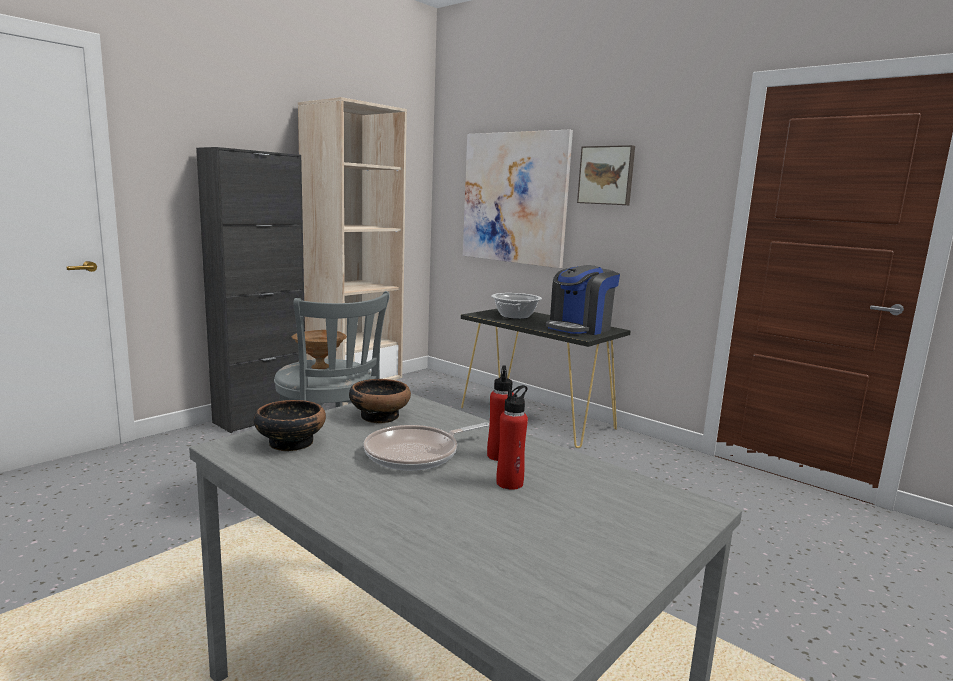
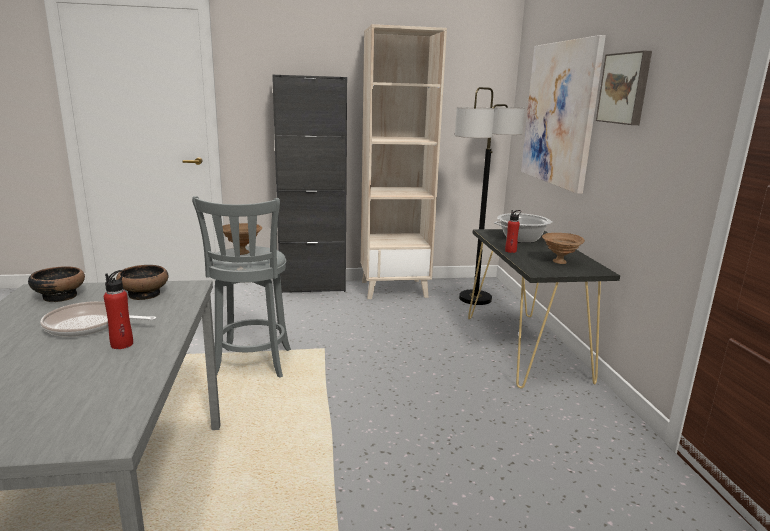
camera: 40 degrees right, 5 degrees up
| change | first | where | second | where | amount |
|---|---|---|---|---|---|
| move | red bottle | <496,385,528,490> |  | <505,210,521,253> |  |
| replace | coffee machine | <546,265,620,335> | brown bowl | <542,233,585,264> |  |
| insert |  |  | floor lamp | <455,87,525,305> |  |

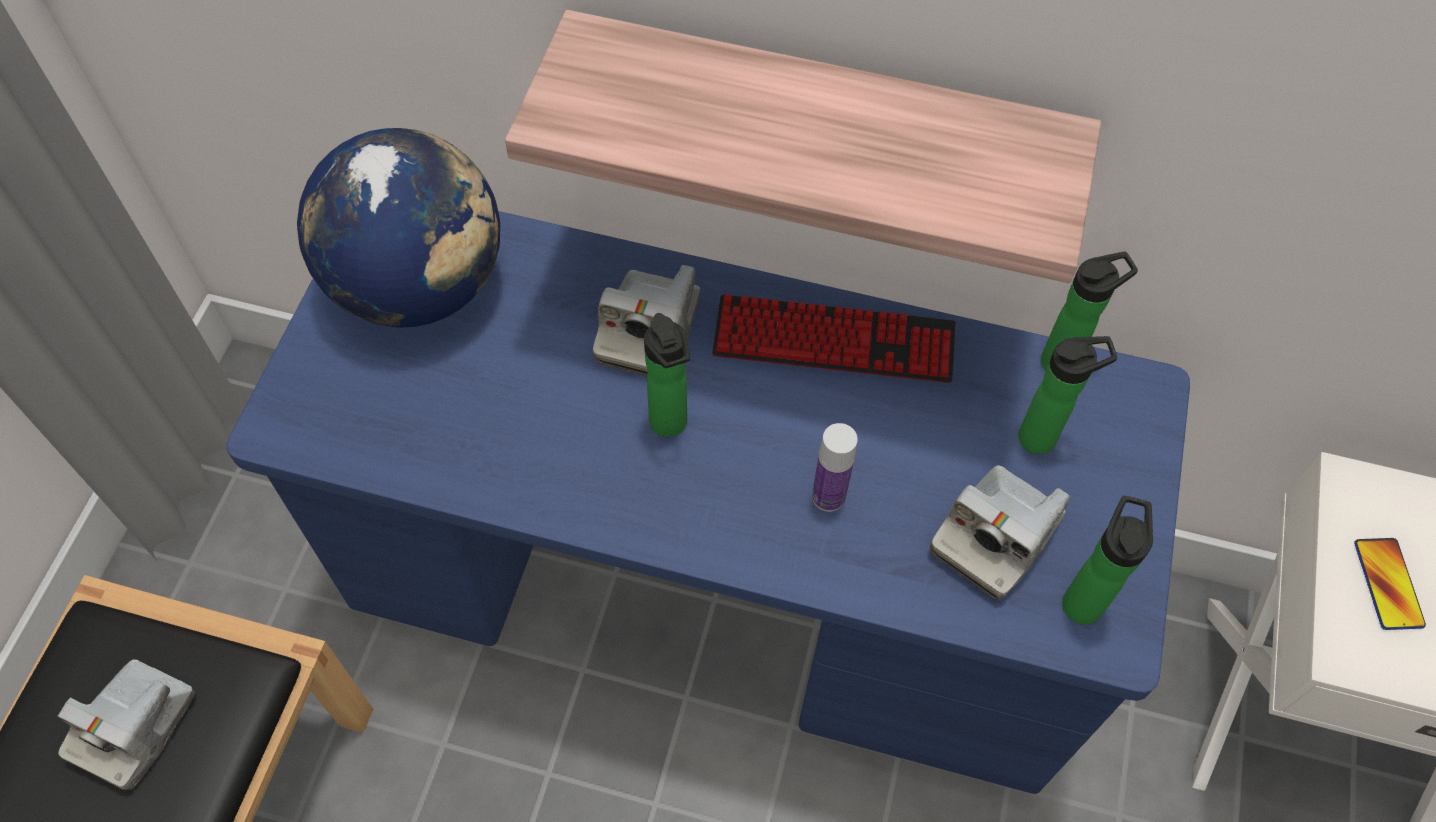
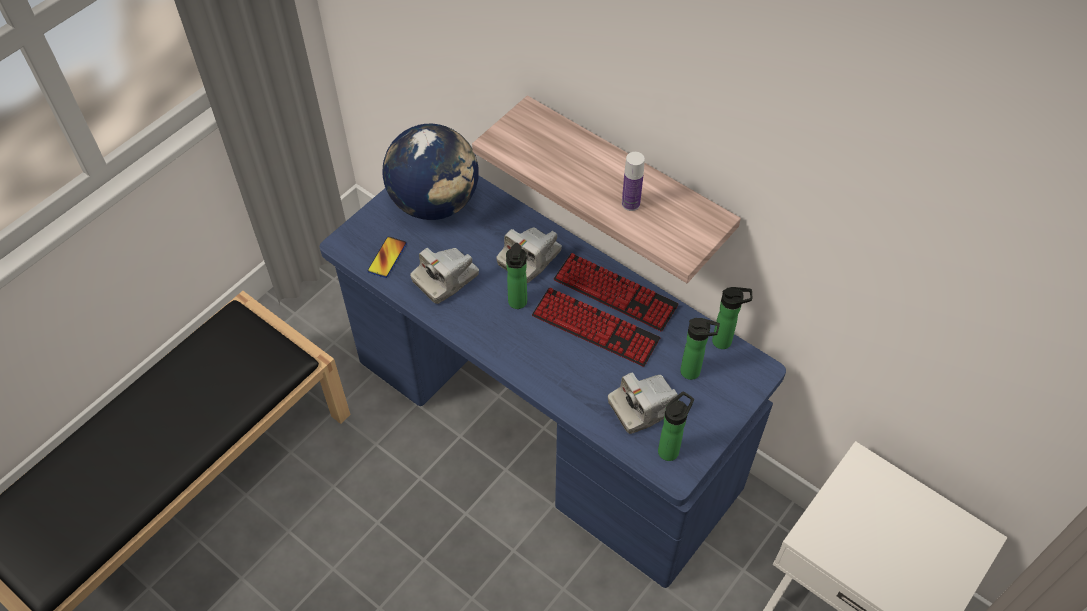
camera: 25 degrees right, 5 degrees down
| change | first | where | second | where | amount |
|---|---|---|---|---|---|
| move | photo camera | <58,659,195,790> |  | <410,248,479,304> |  |
| move | bottle | <812,423,858,512> |  | <622,152,645,211> |  |
| move | phone | <1354,538,1426,630> |  | <368,236,407,278> |  |
| insert |  |  | keyboard | <532,288,660,367> |  |

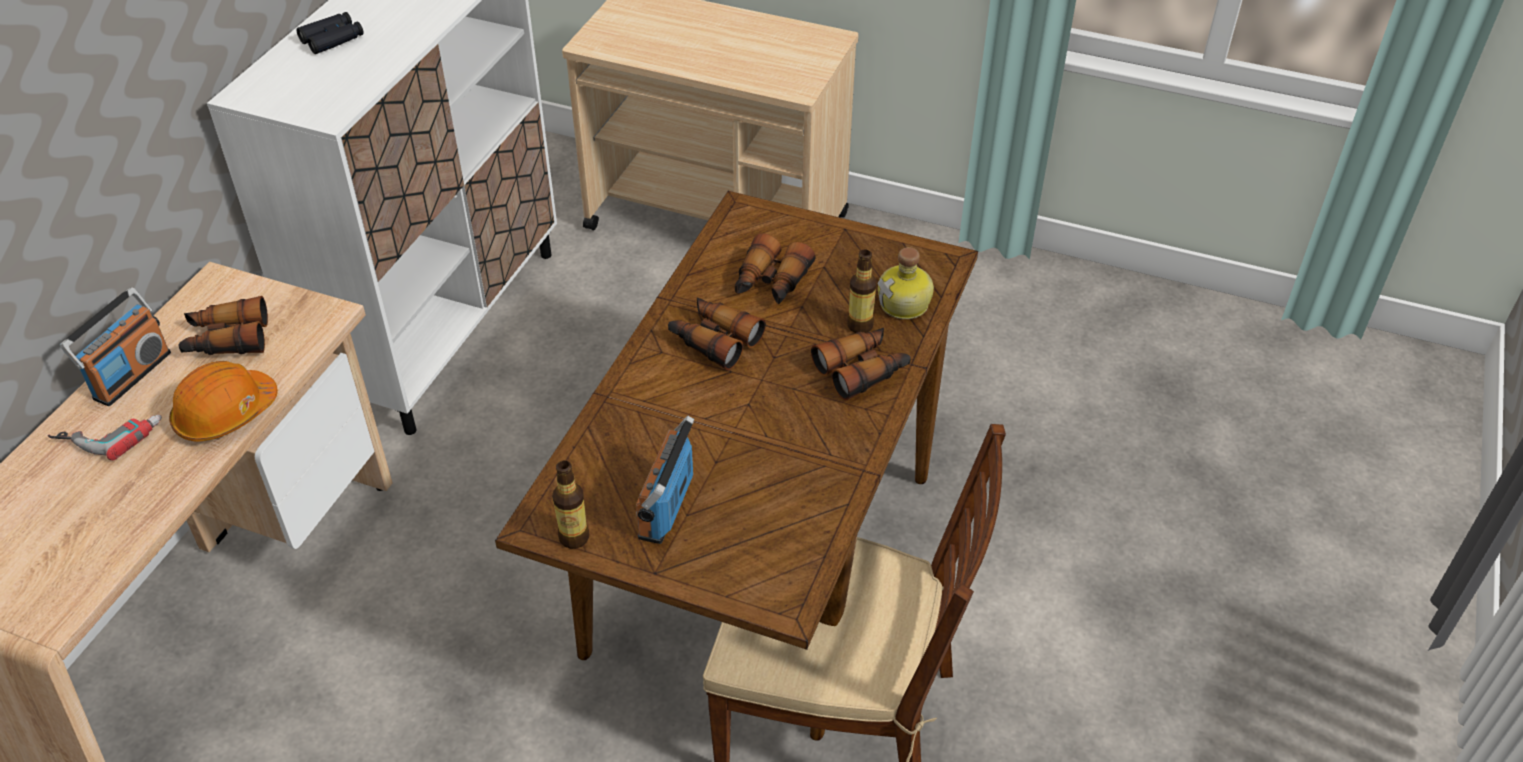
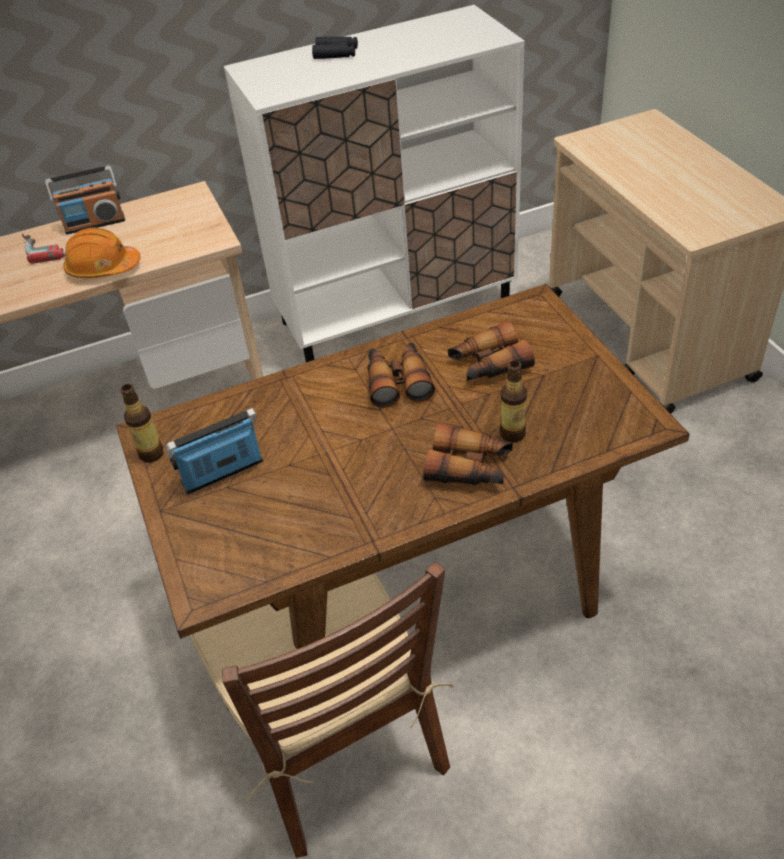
camera: 50 degrees right, 0 degrees up
| change | first | where | second | where | amount |
|---|---|---|---|---|---|
| delete | binoculars | <178,296,268,355> |  |  |  |
| delete | bottle | <878,247,934,319> |  |  |  |

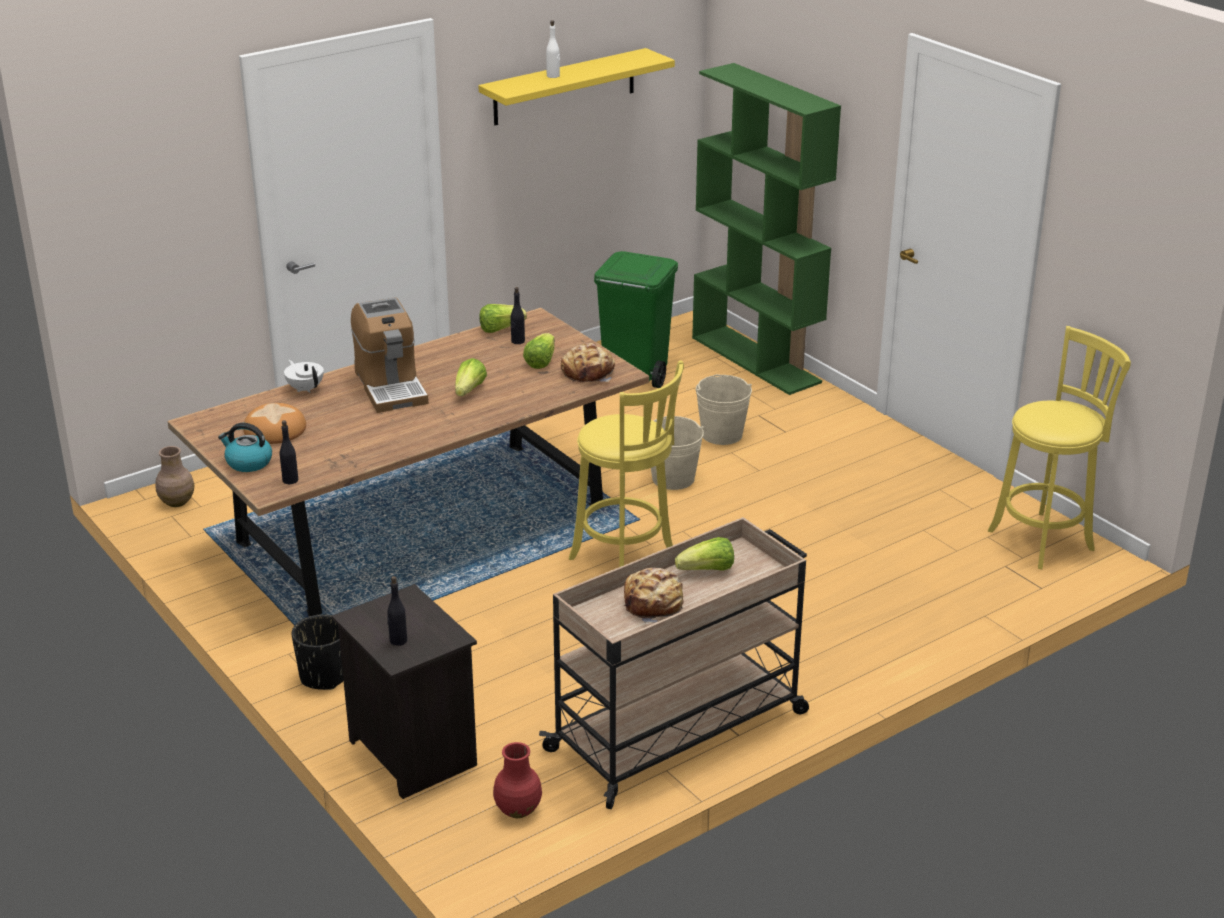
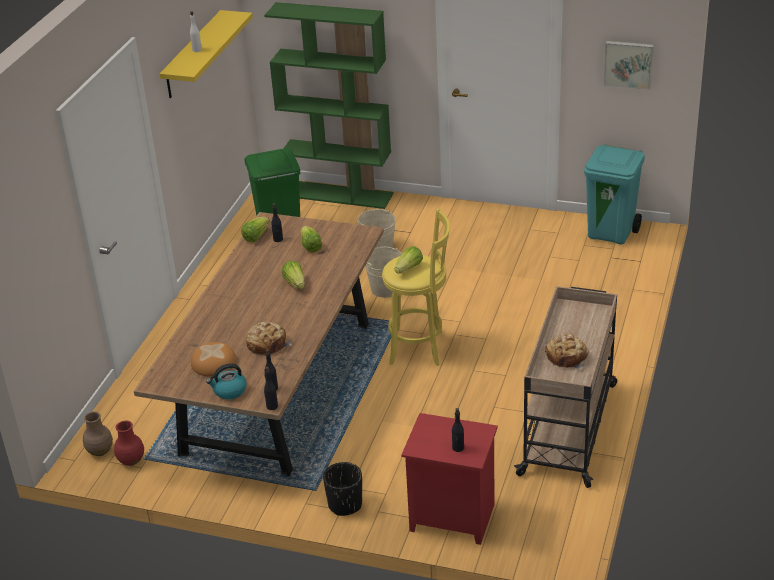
camera: 35 degrees left, 5 degrees up
| change | first | where | second | where | amount |
|---|---|---|---|---|---|
| delete | white teapot | <284,360,324,393> |  |  |  |
| recolor | black nightstand | <332,584,477,799> | red nightstand | <401,413,498,545> |  |
| delete | coffee machine | <351,297,429,413> |  |  |  |
| move | red vase | <493,742,542,818> |  | <114,421,144,466> |  |
| move | bread | <561,343,615,382> |  | <246,321,291,356> |  |
| move | lettuce | <675,537,734,571> |  | <395,246,423,274> |  |
| replace | yellow stool | <988,326,1131,569> | turquoise trash can | <584,144,645,244> |  |
| insert |  |  | black bottle | <264,367,278,410> |  |
| insert |  |  | picture | <603,41,654,90> |  |

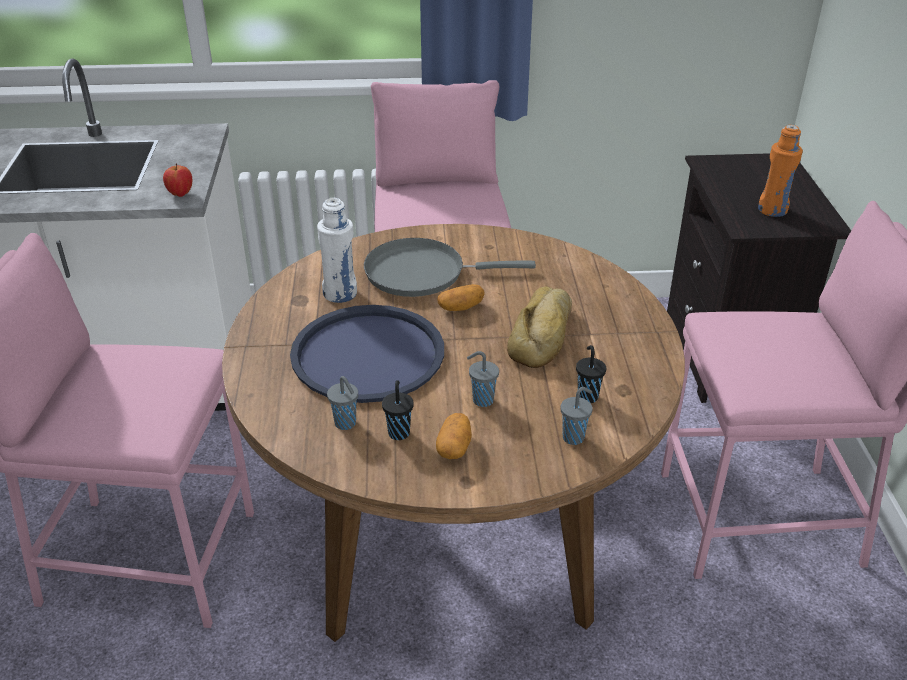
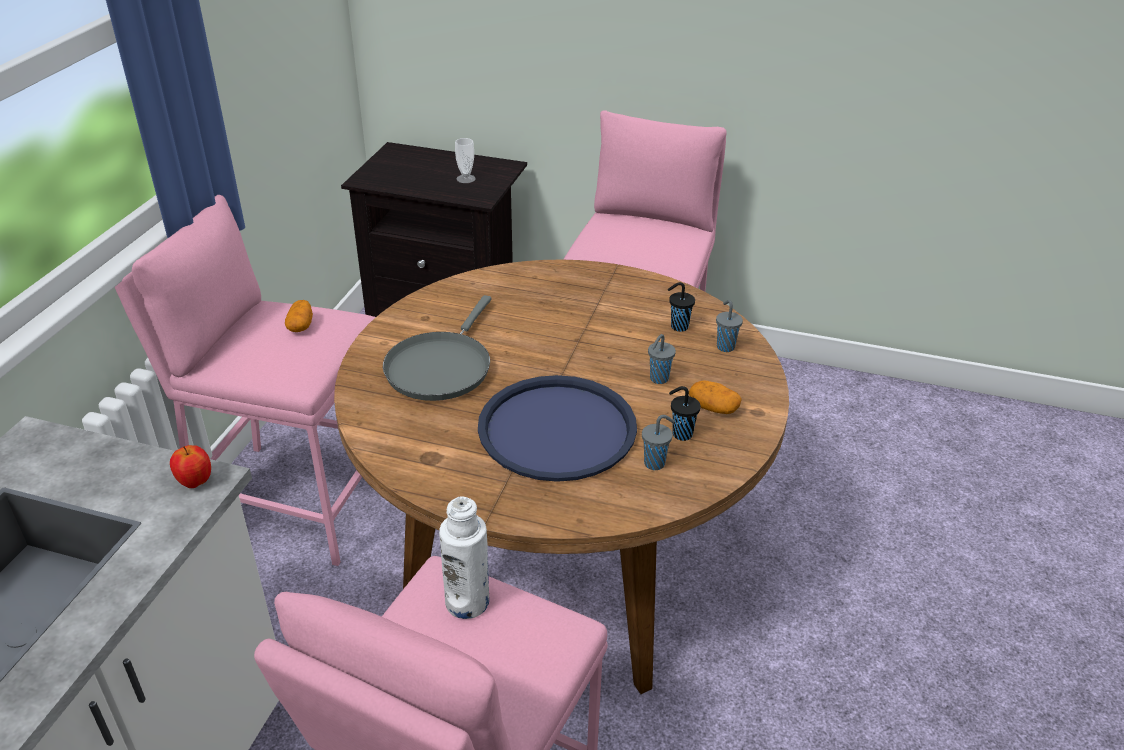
camera: 70 degrees left, 0 degrees up
| change | first | where | second | where | amount |
|---|---|---|---|---|---|
| move | white bottle | <317,198,357,303> |  | <439,496,489,619> |  |
| move | potato | <437,284,485,311> |  | <285,300,313,332> |  |
| delete | bread | <507,286,572,368> |  |  |  |
| replace | orange bottle | <758,125,803,217> | cup | <455,138,476,183> |  |

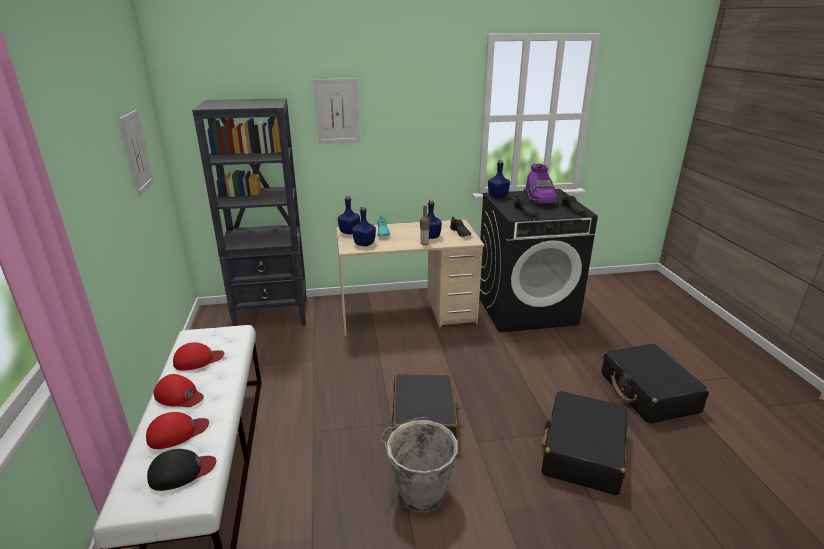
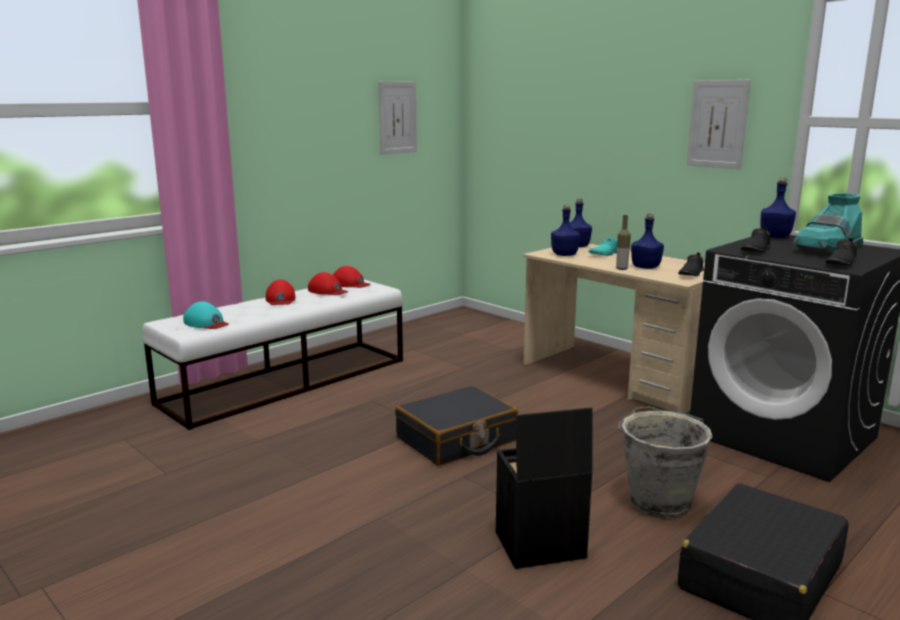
camera: 55 degrees right, 10 degrees down
| change | first | where | second | where | amount |
|---|---|---|---|---|---|
| move | red cap | <146,412,209,449> |  | <333,266,371,288> |  |
| recolor | black cap | <147,449,216,491> | turquoise cap | <183,301,229,329> |  |
| delete | black bookcase | <192,98,307,326> |  |  |  |
| move | picture | <313,78,360,144> |  | <687,80,751,169> |  |
| move | grey bucket | <380,417,458,513> |  | <618,406,713,519> |  |
| recolor | purple boot | <524,164,557,204> | turquoise boot | <793,193,863,253> |  |
| replace | black suitcase | <542,391,627,495> | black storage box | <496,407,593,569> |  |

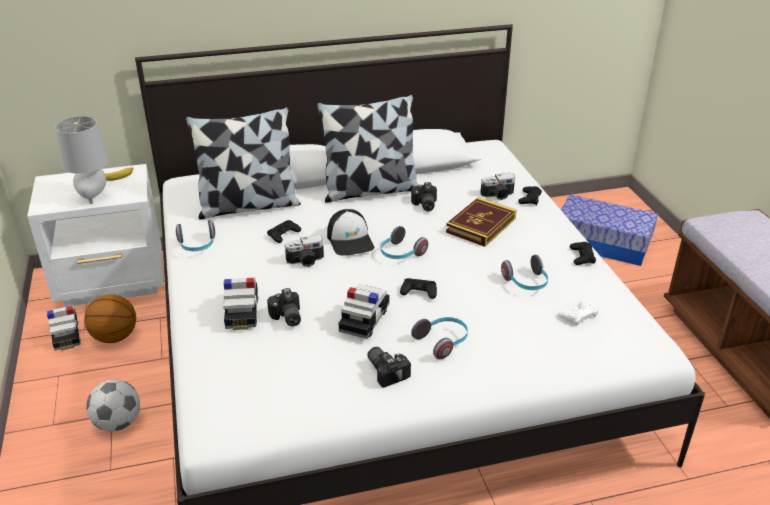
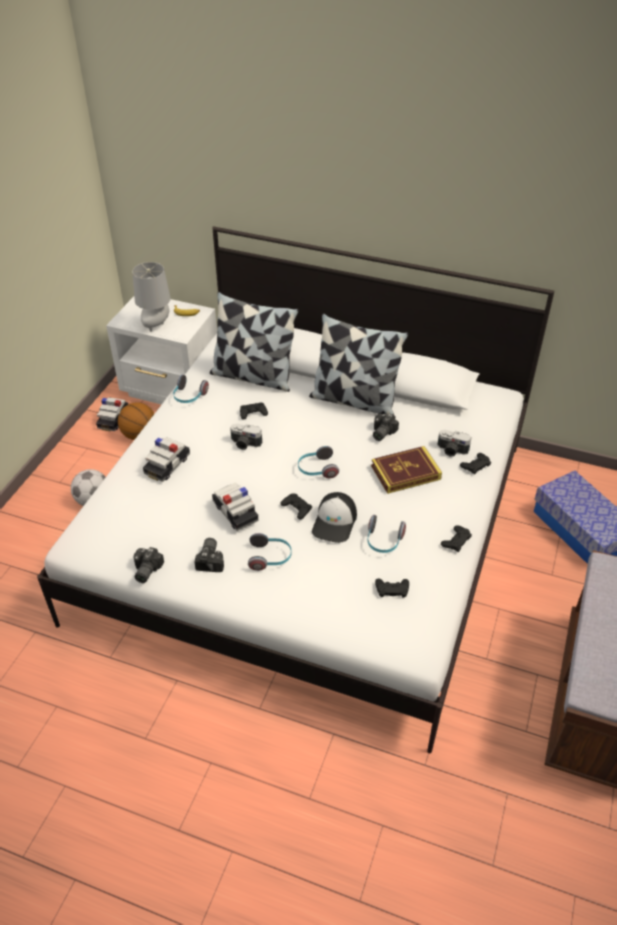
camera: 35 degrees right, 10 degrees up
| change | first | where | second | where | amount |
|---|---|---|---|---|---|
| move | photo camera | <267,288,301,327> |  | <134,547,164,583> |  |
| move | cap | <327,209,375,256> |  | <312,492,357,543> |  |
| rotate | toy car | <339,284,389,339> |  | <212,482,258,531> | 90 degrees counterclockwise |
| recolor | white game controller | <558,300,598,325> | black game controller | <375,578,409,597> |  |

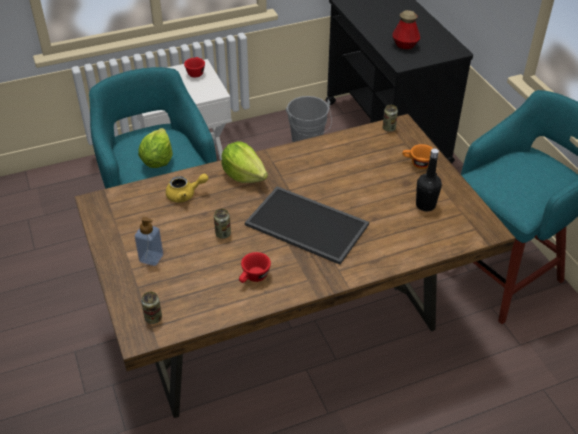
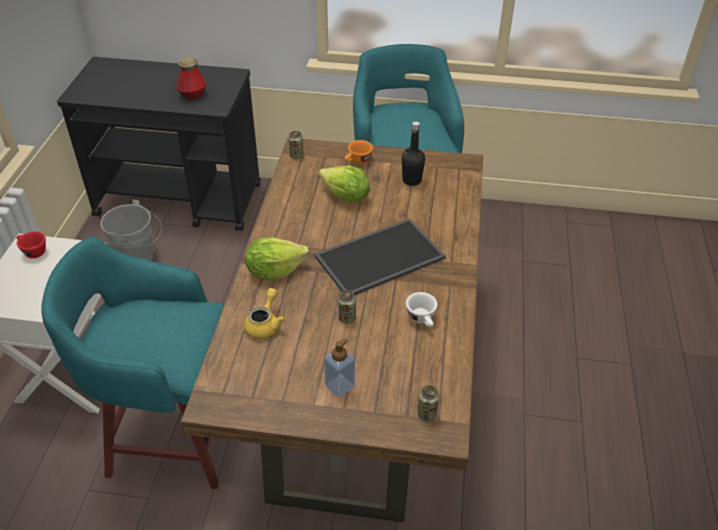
camera: 60 degrees left, 0 degrees up
| change | first | where | second | where | amount |
|---|---|---|---|---|---|
| move | lettuce | <138,128,173,168> |  | <319,166,370,202> |  |
| recolor | red cup | <239,252,271,283> | white cup | <406,292,437,327> |  |

